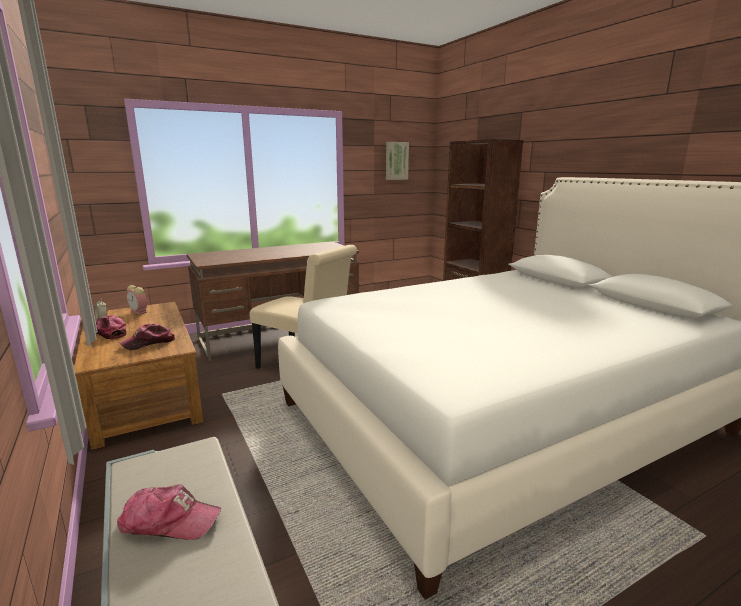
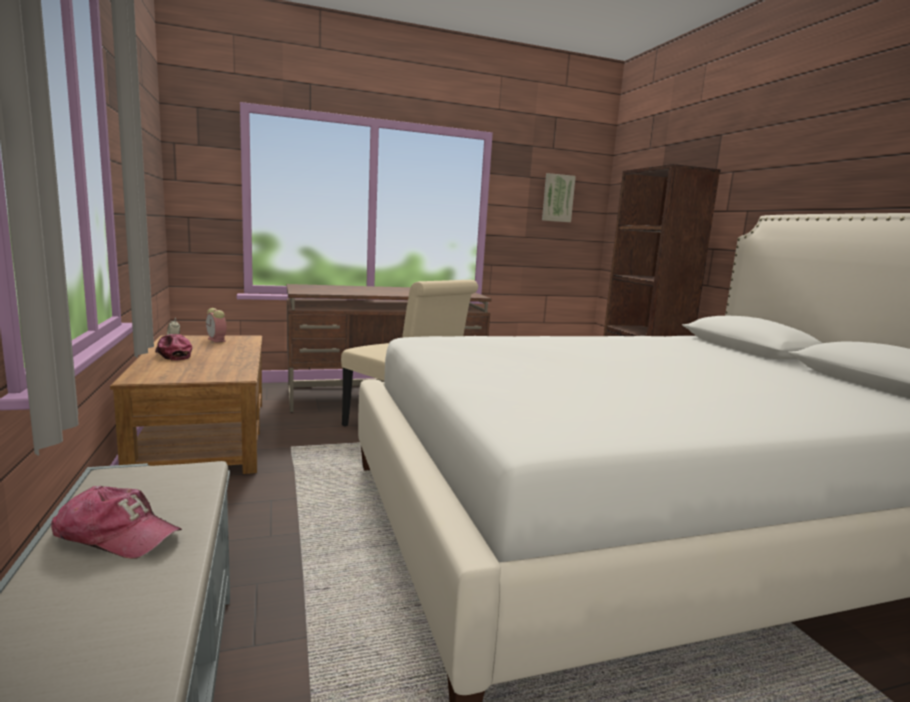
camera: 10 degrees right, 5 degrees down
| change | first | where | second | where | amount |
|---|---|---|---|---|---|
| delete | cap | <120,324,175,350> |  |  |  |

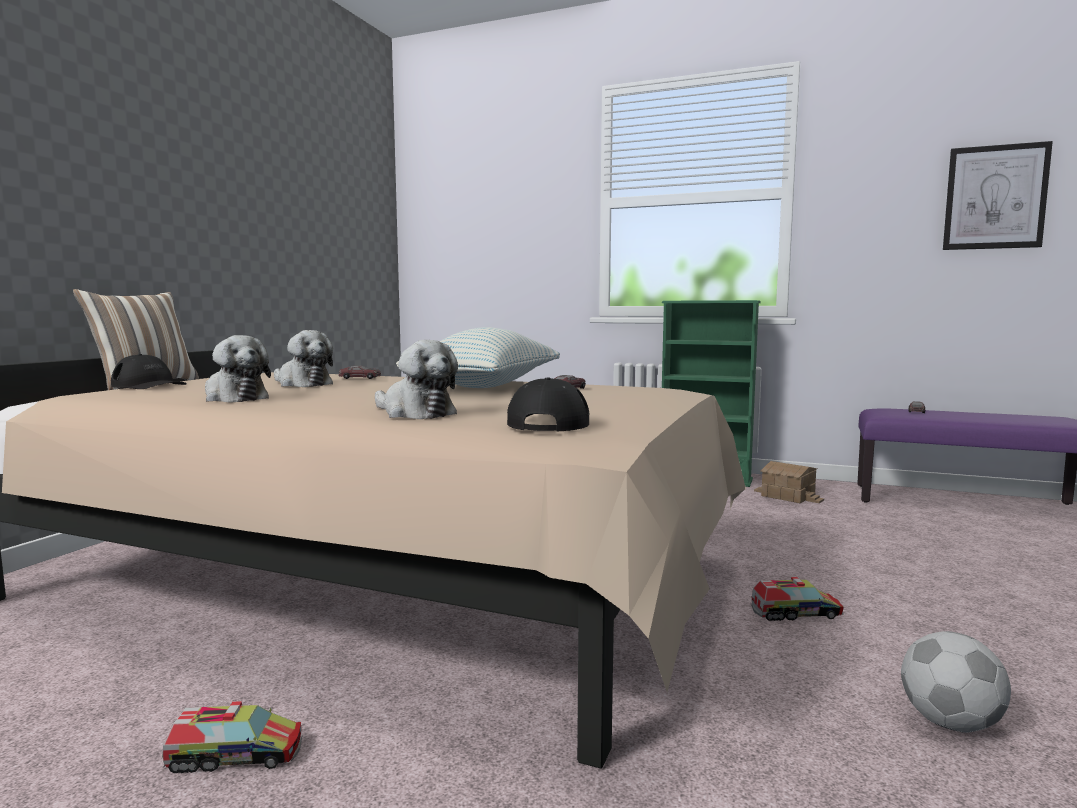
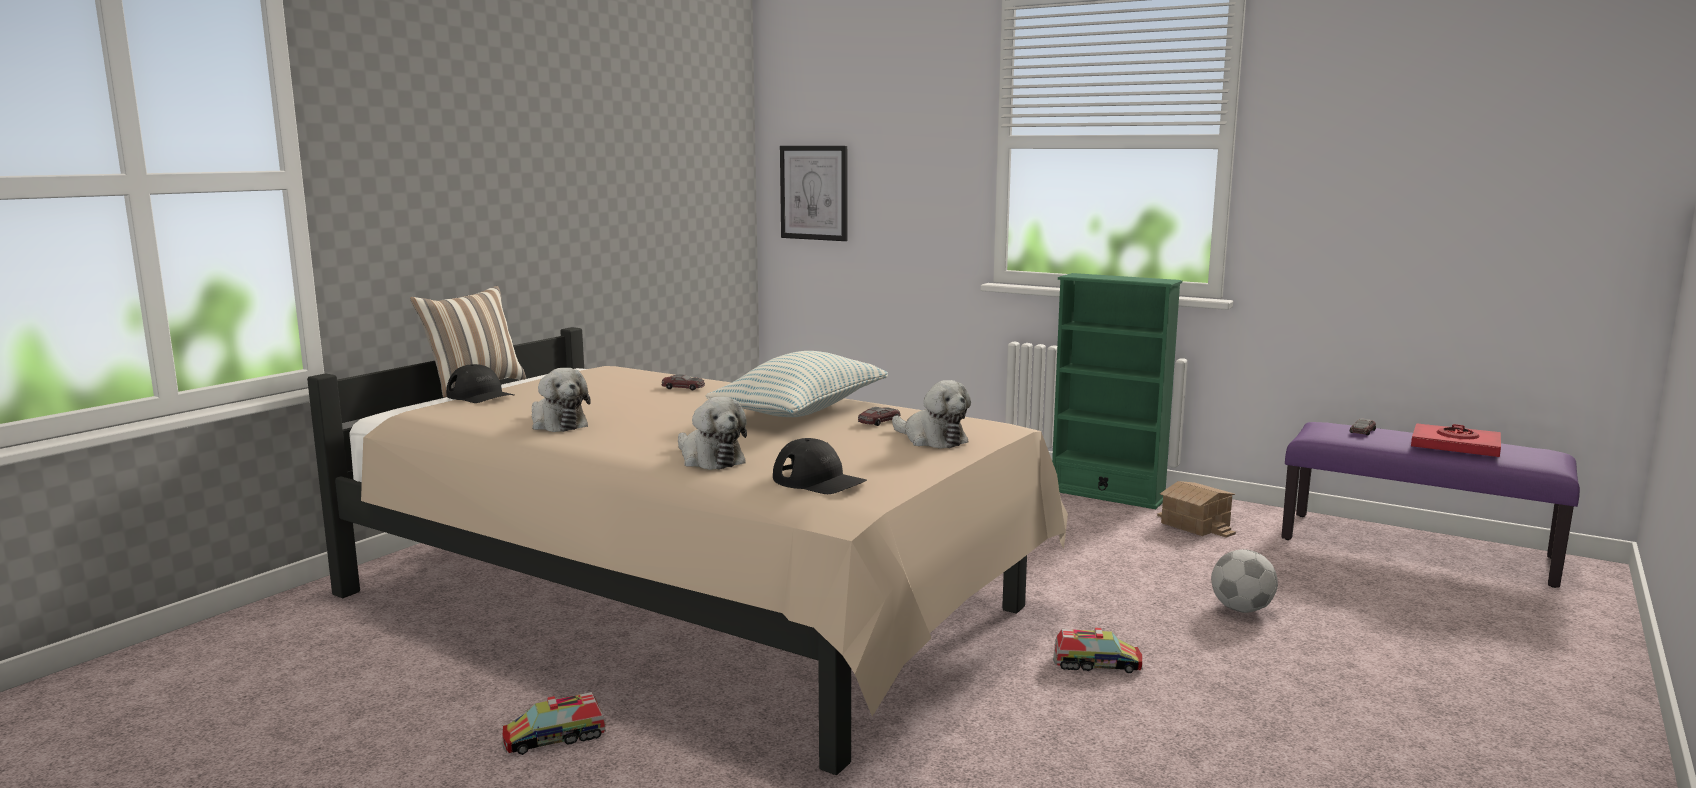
camera: 10 degrees right, 5 degrees up
| change | first | where | second | where | amount |
|---|---|---|---|---|---|
| rotate | toy truck | <162,701,303,773> |  | <502,692,606,755> | 150 degrees clockwise |
| move | plush toy | <274,330,333,387> |  | <892,380,971,448> |  |
| rotate | black cap | <507,378,589,432> |  | <773,438,867,494> | 105 degrees clockwise |
| move | football | <901,631,1011,733> |  | <1211,549,1278,613> |  |
| move | picture | <943,141,1053,250> |  | <780,146,847,241> |  |
| insert |  |  | red book | <1411,423,1501,457> |  |

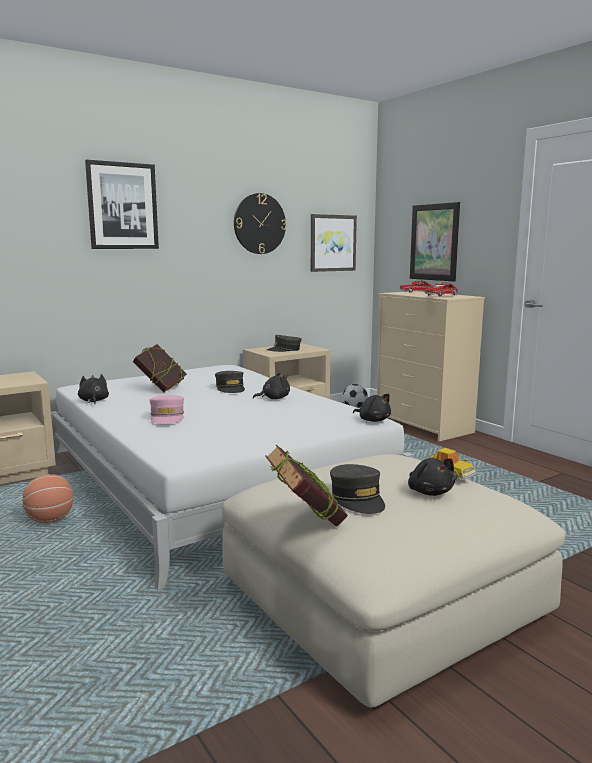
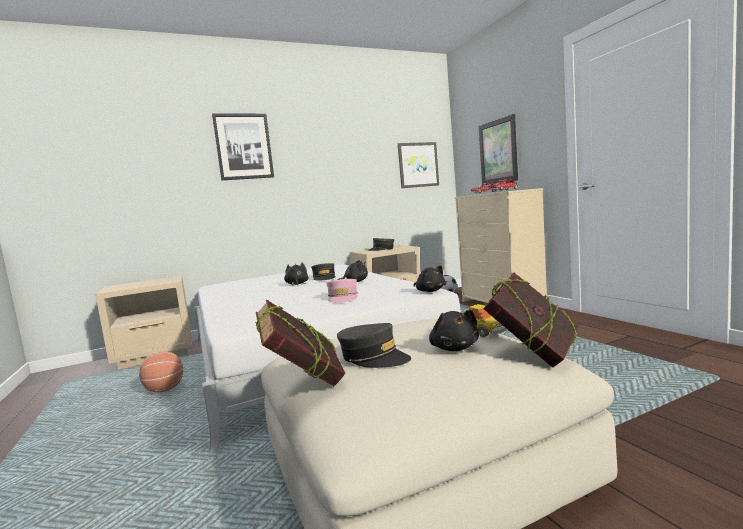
camera: 10 degrees right, 5 degrees down
| change | first | where | second | where | amount |
|---|---|---|---|---|---|
| move | black plush toy | <78,374,109,404> |  | <284,263,309,285> |  |
| move | book | <133,344,187,393> |  | <483,273,579,368> |  |
| move | pink cap | <149,395,184,424> |  | <326,279,358,303> |  |
| delete | wall clock | <234,193,287,254> |  |  |  |
| rotate | grey cap | <330,464,385,514> |  | <337,323,411,368> | 45 degrees counterclockwise |

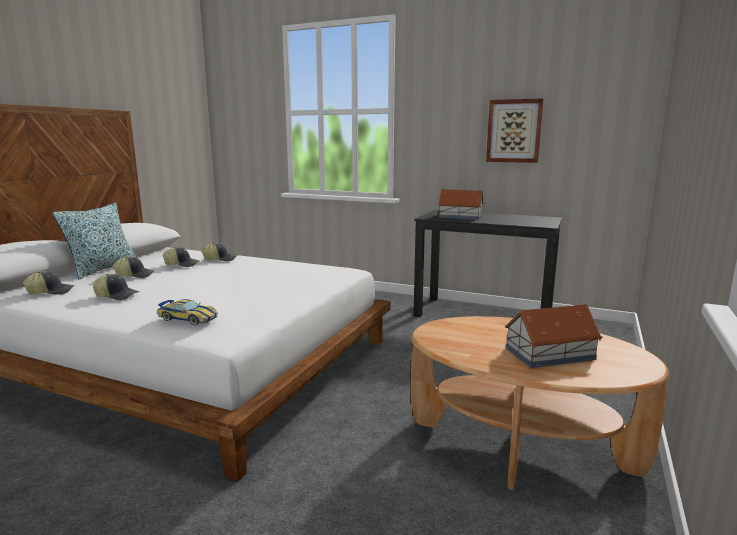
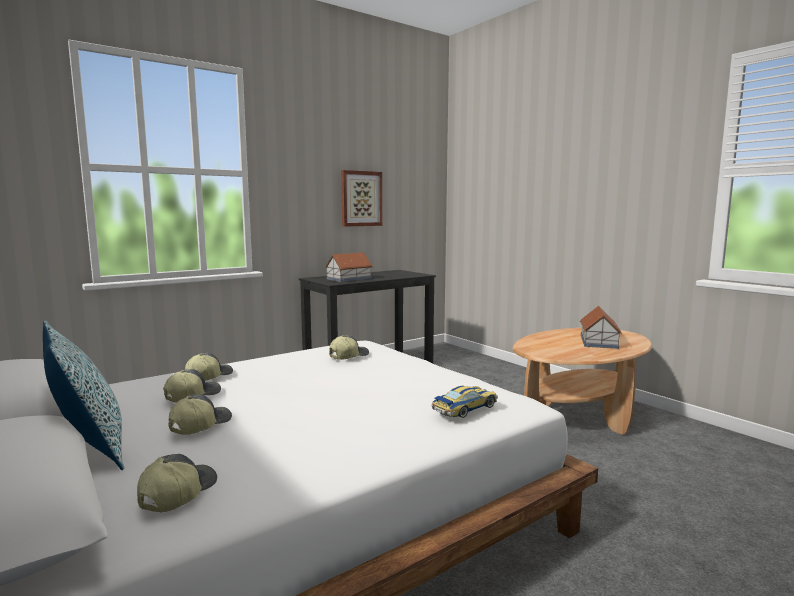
camera: 60 degrees left, 5 degrees down
| change | first | where | second | where | amount |
|---|---|---|---|---|---|
| move | cap | <93,274,139,300> |  | <329,335,369,360> |  |

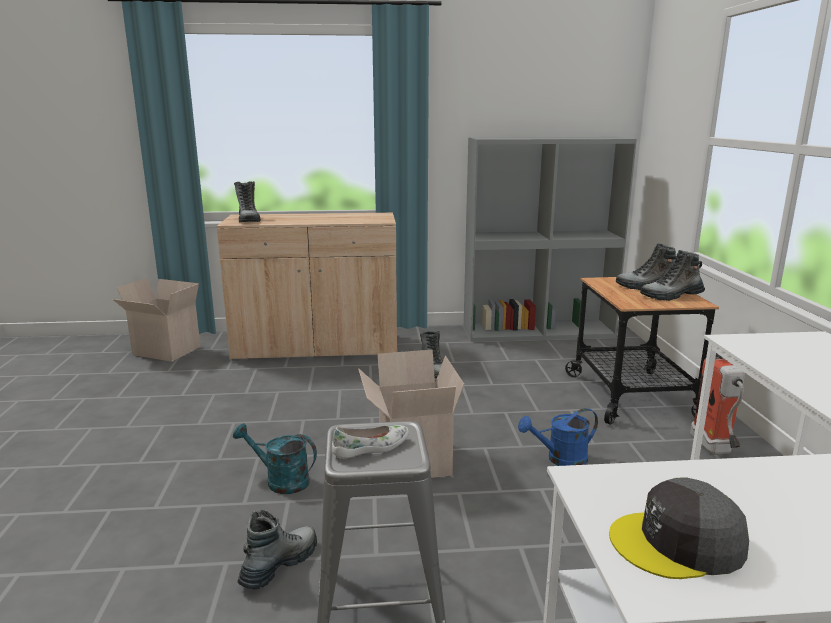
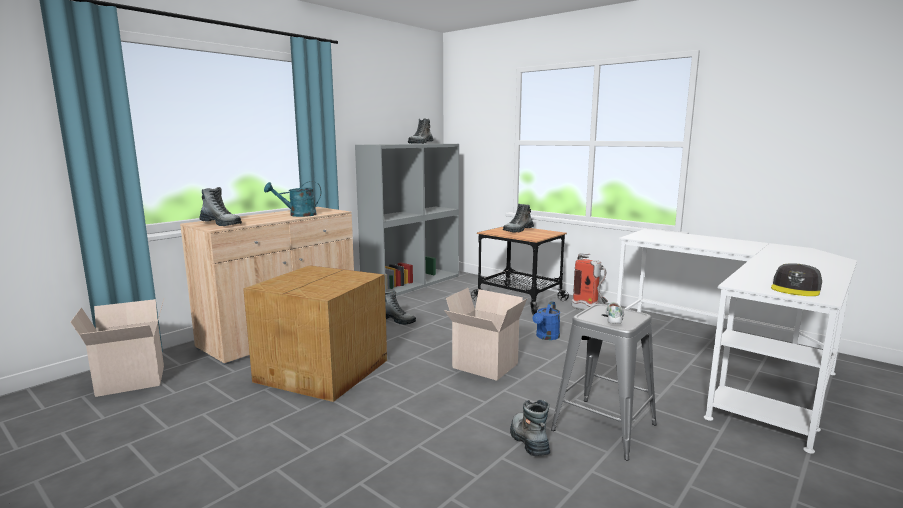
camera: 45 degrees left, 5 degrees down
| change | first | where | second | where | amount |
|---|---|---|---|---|---|
| move | turquoise watering can | <233,423,317,494> |  | <264,181,321,217> |  |
| move | boot | <640,250,705,301> |  | <408,119,434,144> |  |
| insert |  |  | cardboard box | <243,265,387,402> |  |

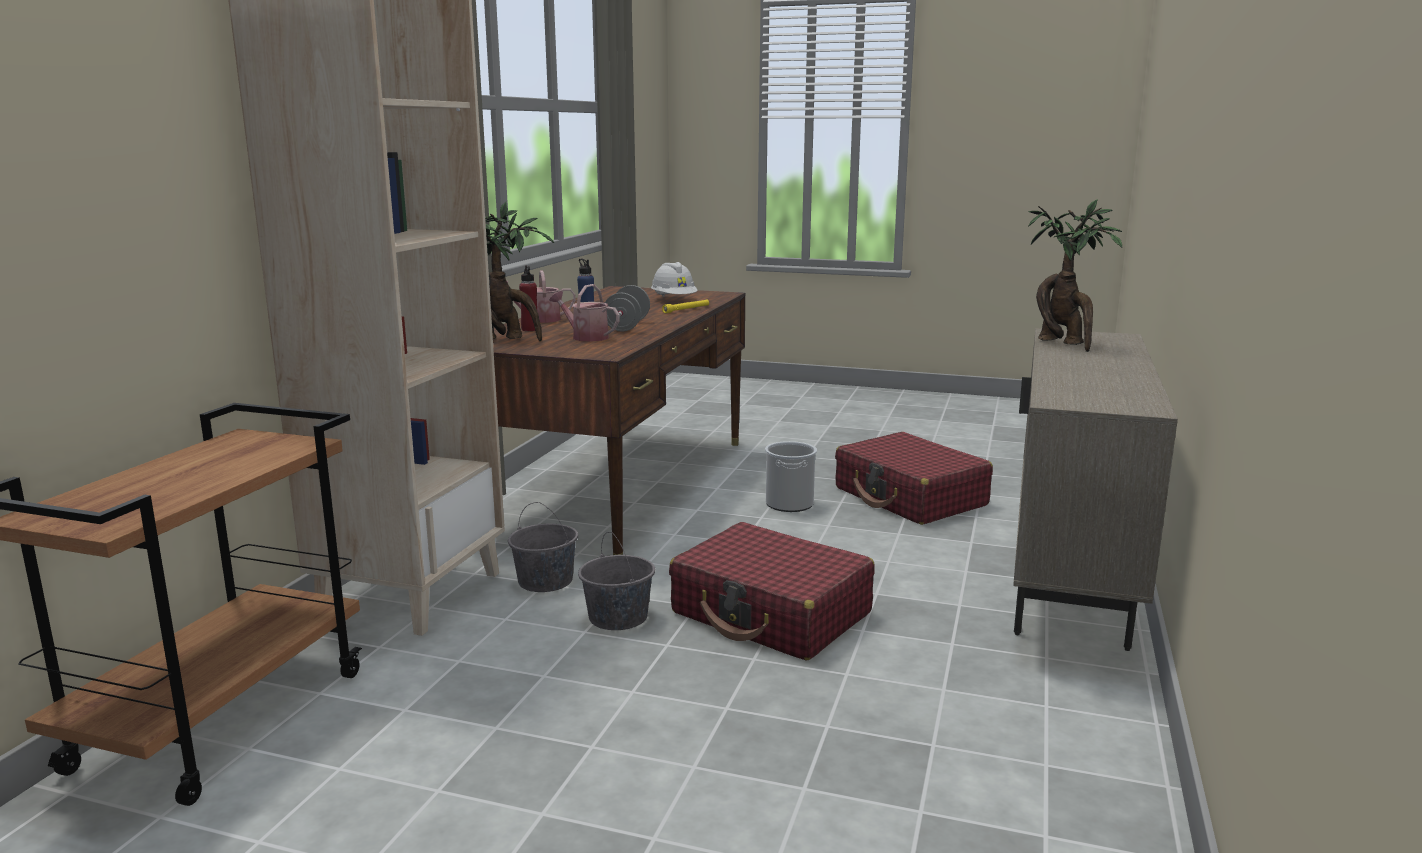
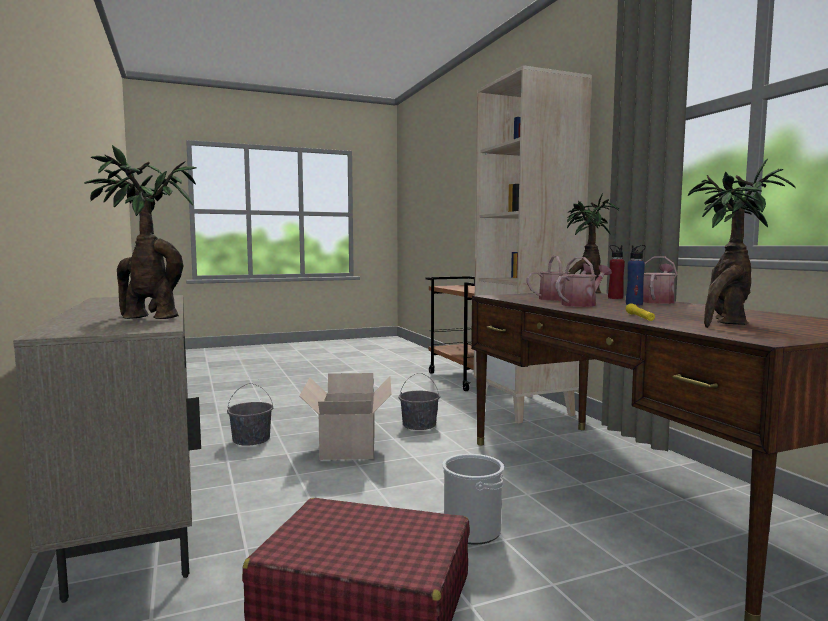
camera: 140 degrees right, 10 degrees down
| change | first | where | second | where | amount |
|---|---|---|---|---|---|
| move | grey bucket | <508,502,578,592> |  | <227,383,273,446> |  |
| replace | grey dumbbell | <605,285,650,332> | watering can | <556,257,612,307> |  |
| replace | white hard hat | <651,262,698,297> | potted plant | <688,159,796,328> |  |
| replace | red suitcase | <669,522,875,661> | cardboard box | <299,373,392,460> |  |

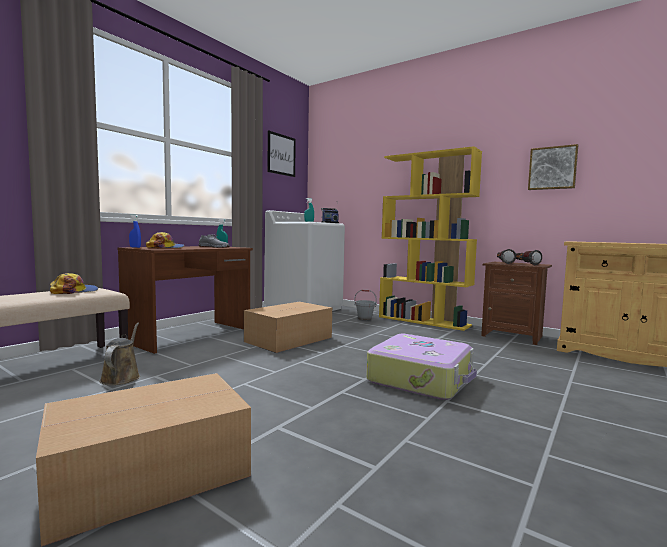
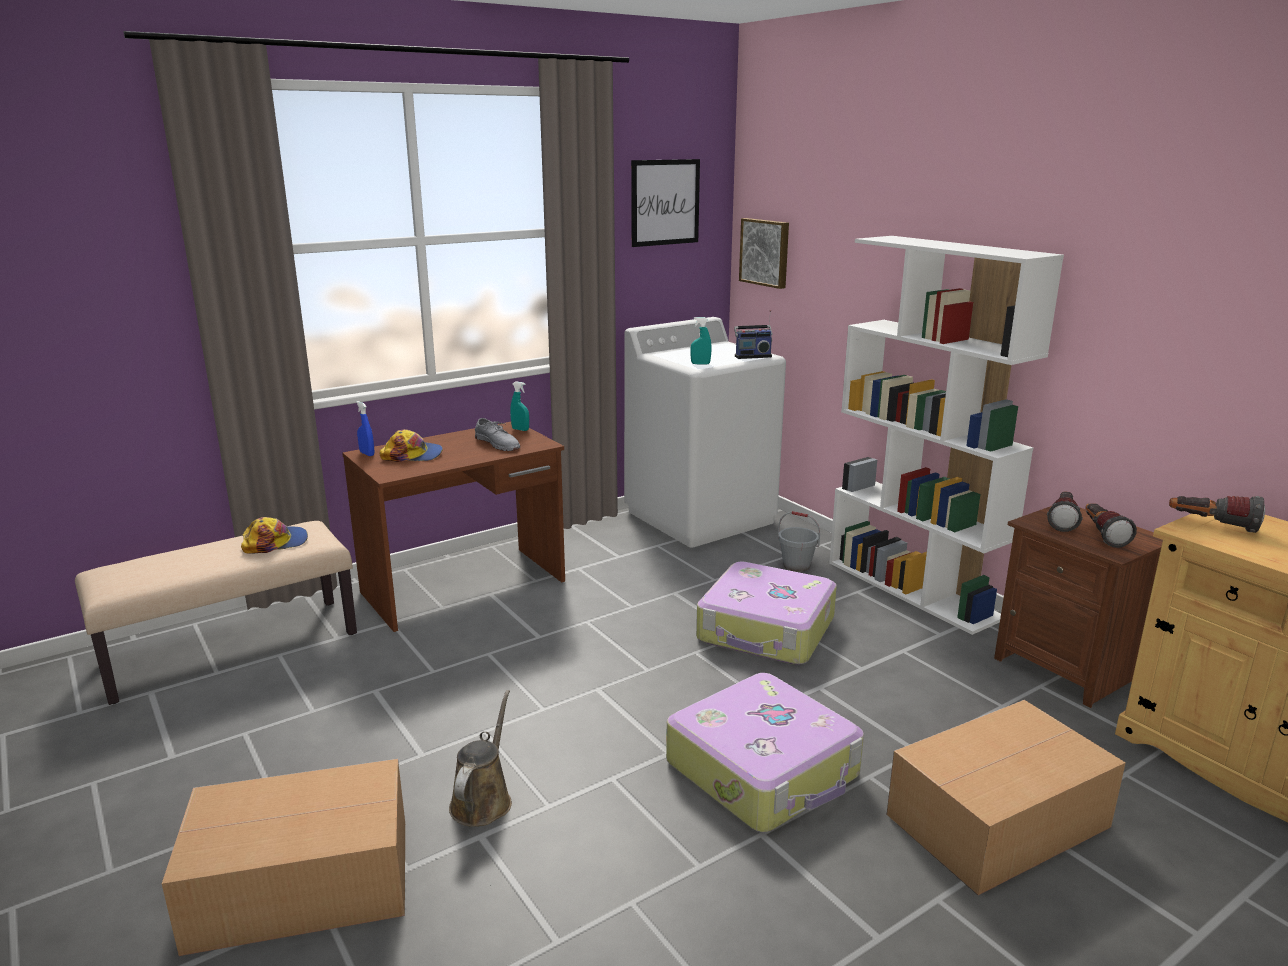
camera: 20 degrees right, 15 degrees up
| change | first | where | second | where | amount |
|---|---|---|---|---|---|
| move | brown watering can | <99,323,140,385> |  | <449,690,512,827> |  |
| move | cardboard box | <244,302,332,353> |  | <887,700,1126,895> |  |
| recolor | yellow bookcase | <379,146,482,331> | white bookcase | <829,236,1064,635> |  |
| move | picture | <528,144,578,190> |  | <739,218,789,289> |  |
| insert |  |  | suitcase | <696,561,837,665> |  |
| insert |  |  | flashlight | <1169,496,1265,533> |  |

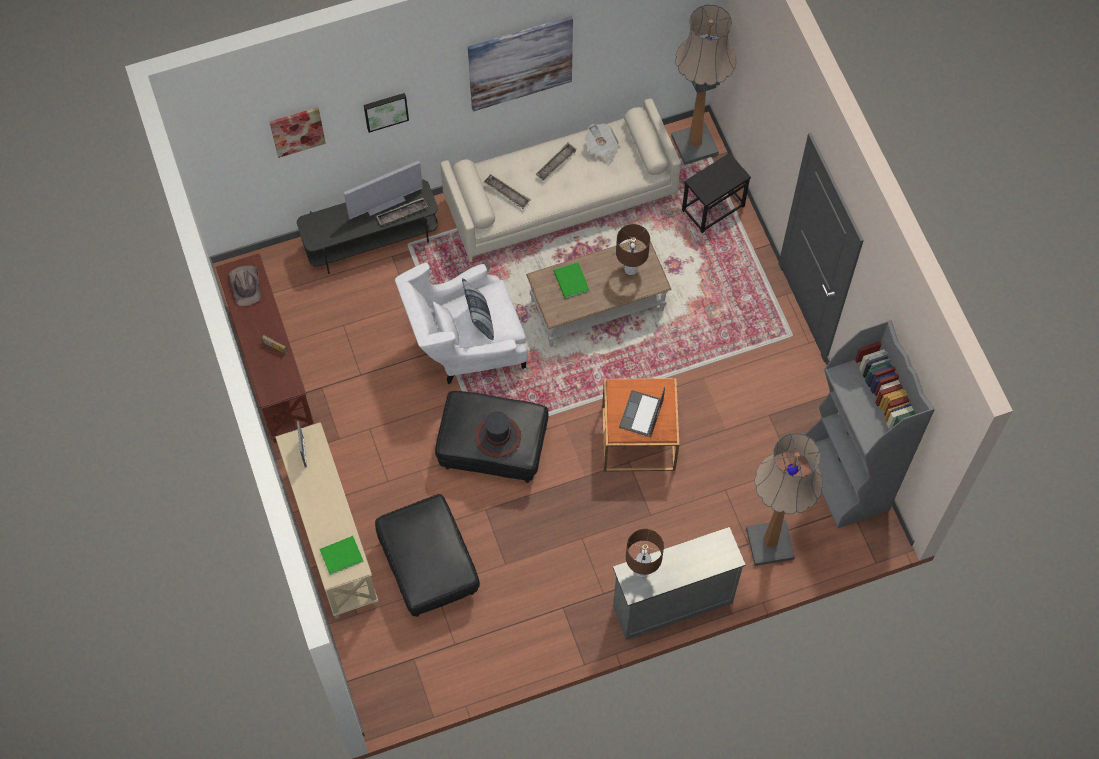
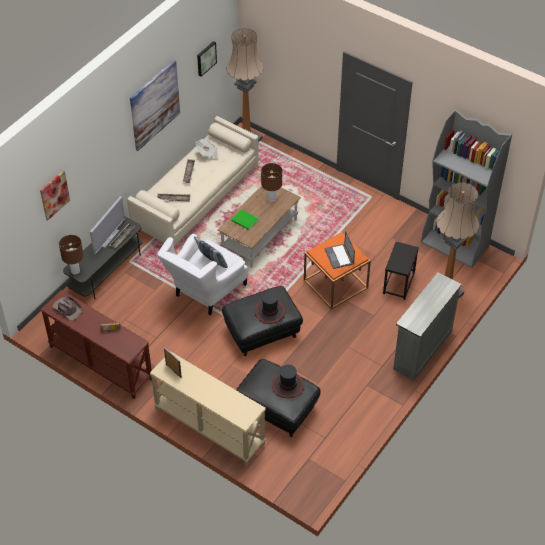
camera: 35 degrees left, 15 degrees down
| change | first | where | second | where | amount |
|---|---|---|---|---|---|
| delete | green book | <319,536,364,575> |  |  |  |
| move | picture | <364,93,409,133> |  | <197,41,217,77> |  |
| move | brown table lamp | <626,529,664,577> |  | <59,235,84,274> |  |
| move | black side table | <682,153,751,233> |  | <383,241,419,300> |  |
| insert |  |  | hat | <272,364,304,398> |  |

